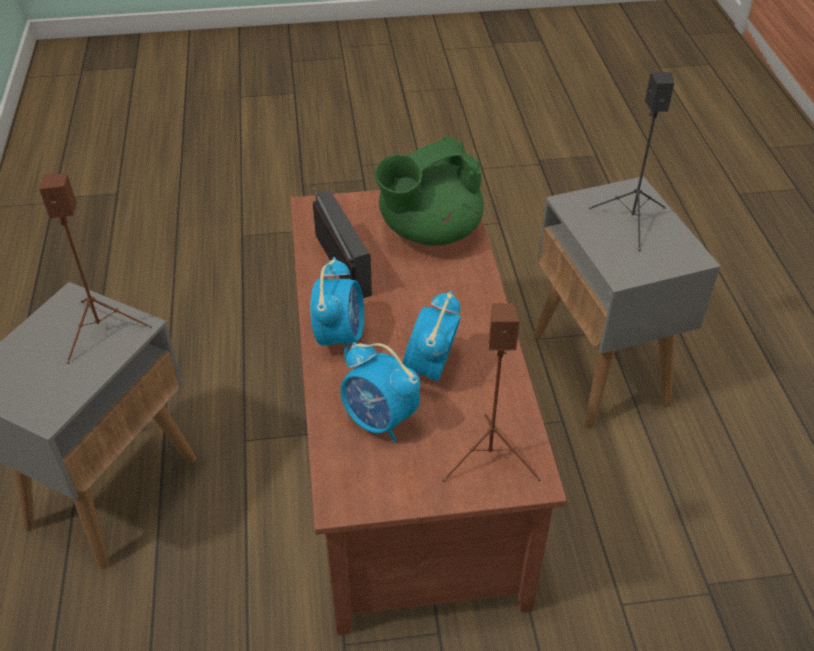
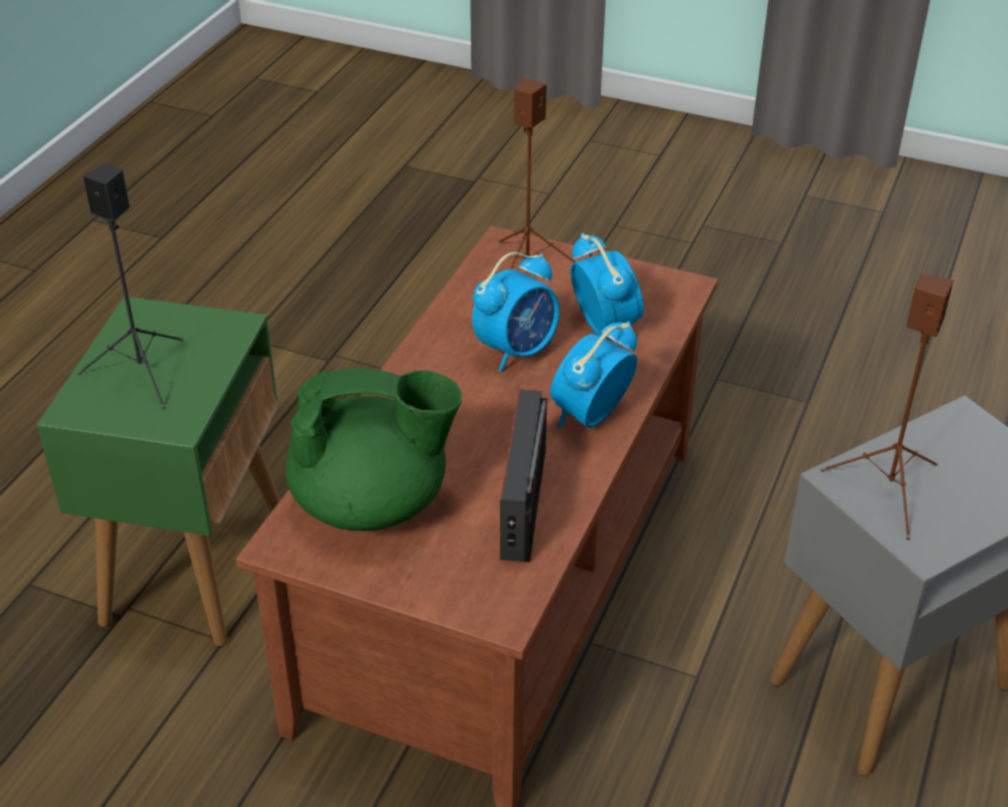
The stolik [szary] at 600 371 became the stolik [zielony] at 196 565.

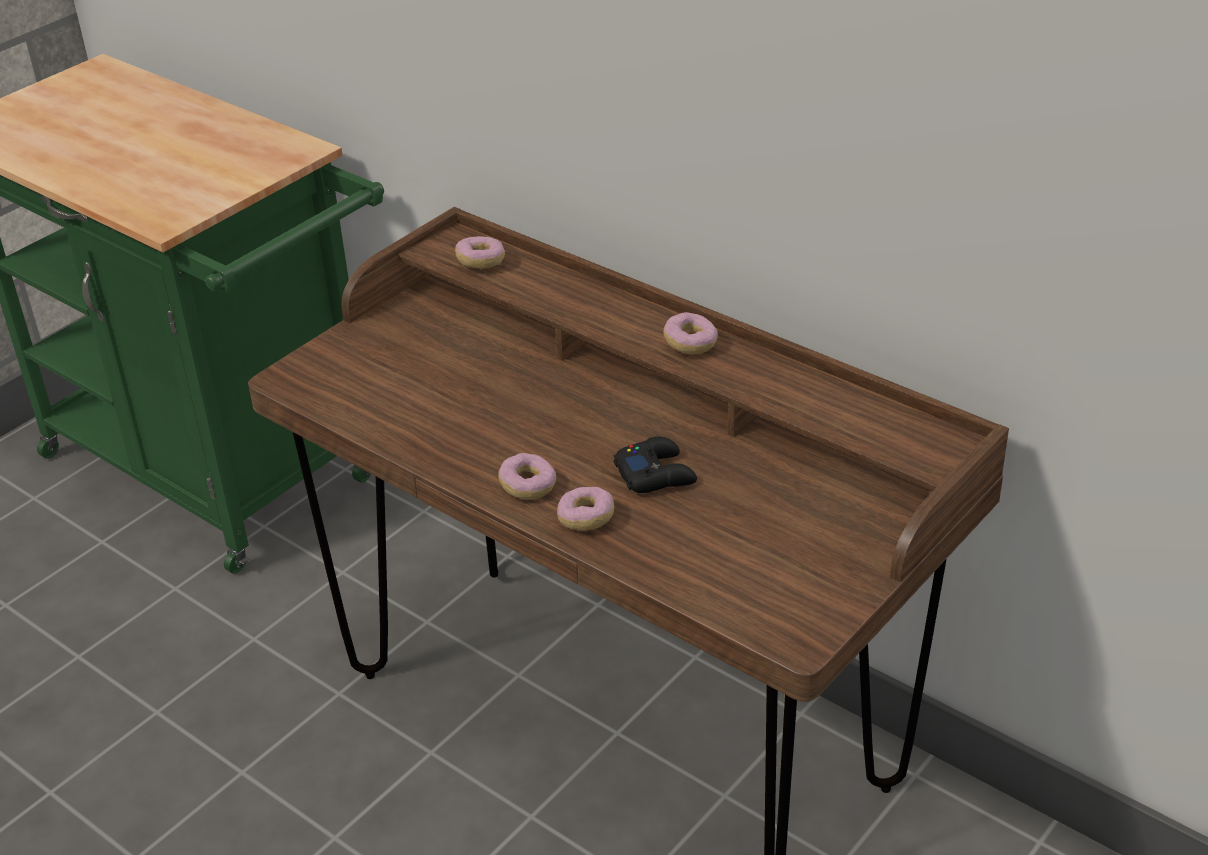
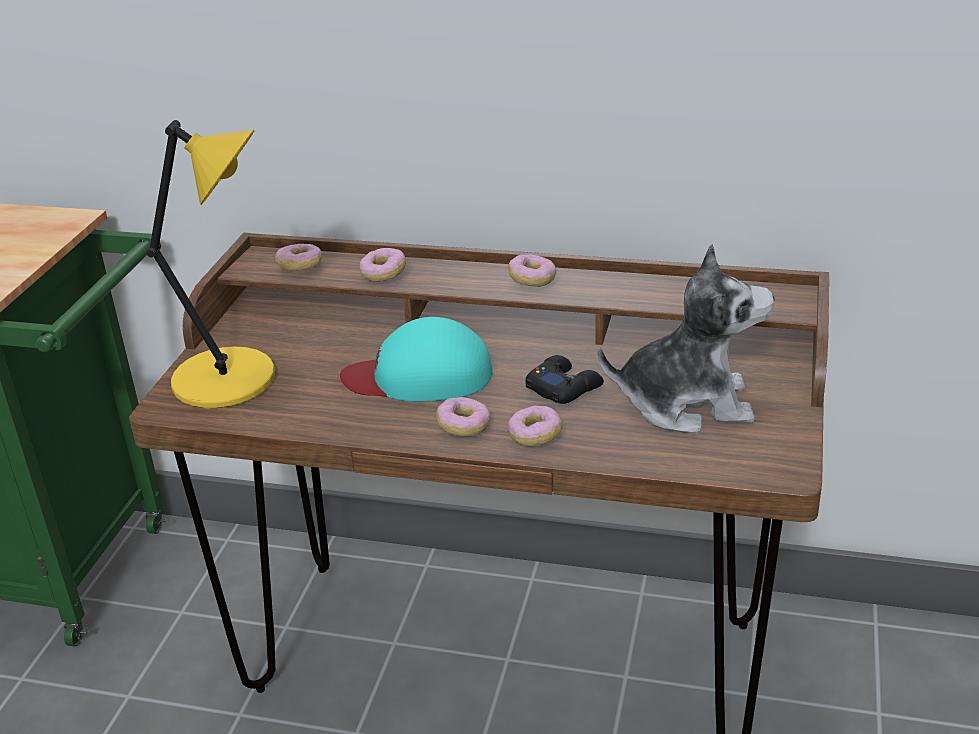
The lampa stołowa [żółty] at 231 380 appeared.
The pluszak at 686 403 appeared.
The donut at 383 274 appeared.
The czapka z daszkiem [turkusowy] at 420 376 appeared.

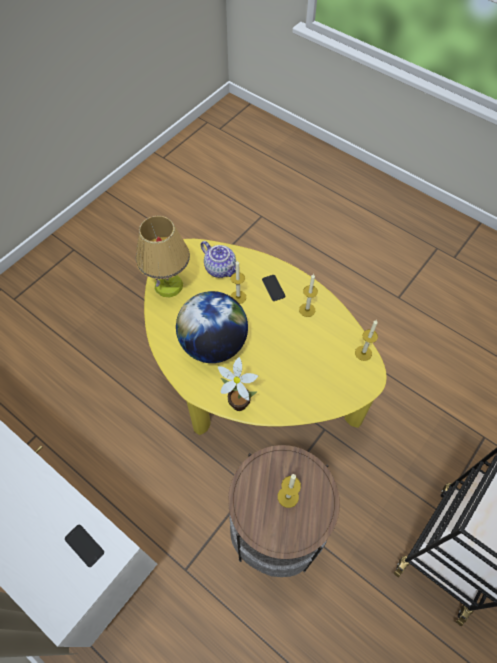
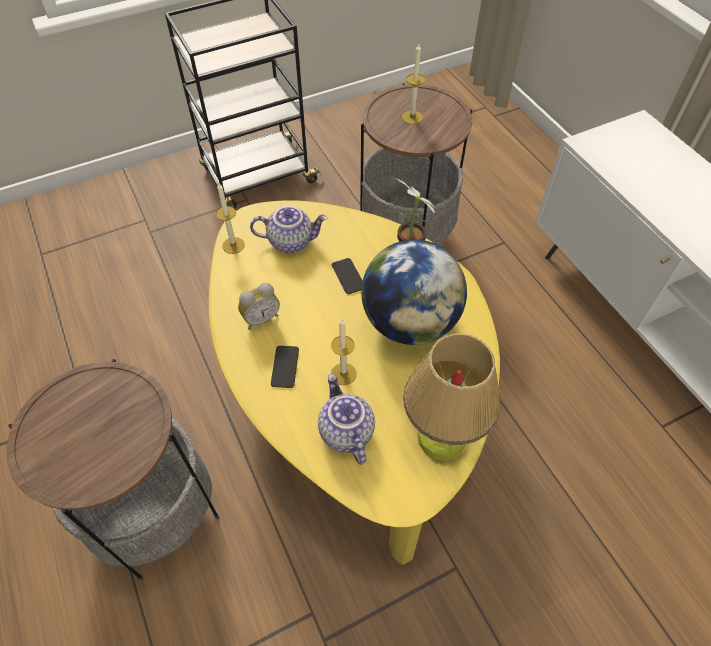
The świeca at 307 310 was replaced by the budzik at 260 318.
The telefon moved from 84 545 to 348 276.
The imbryk at 291 241 appeared.
The stolik at 156 513 appeared.

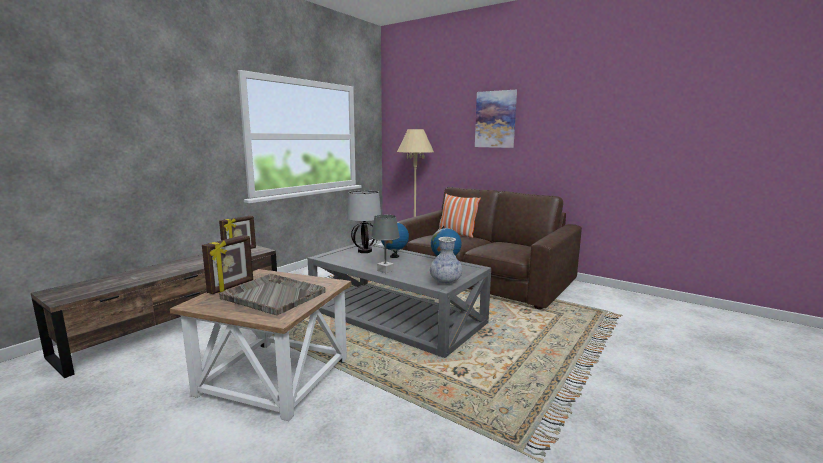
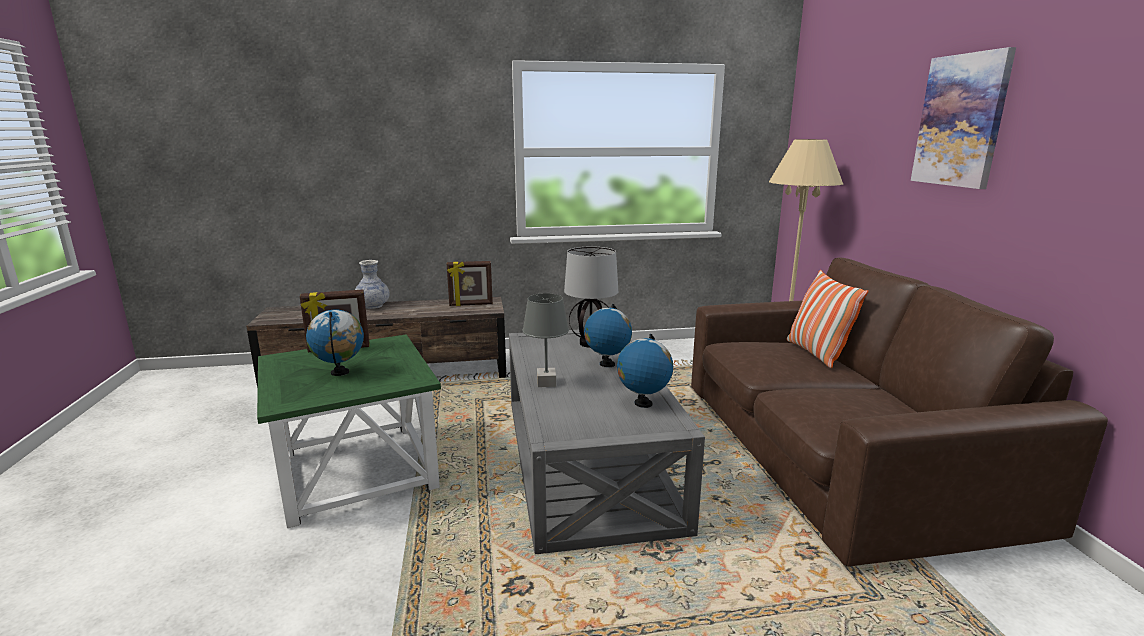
The wazon moved from 445 281 to 373 306.
The stolik [brązowy] at 274 375 became the stolik [zielony] at 359 470.
The taca [szary] at 273 295 was replaced by the globus at 340 372.

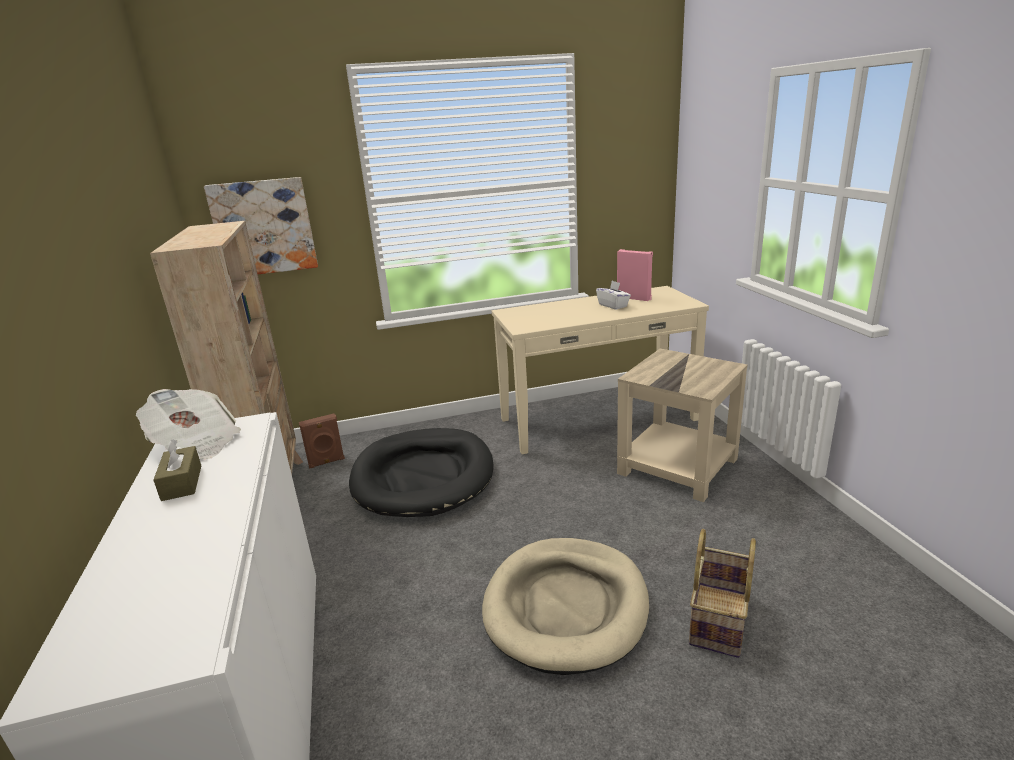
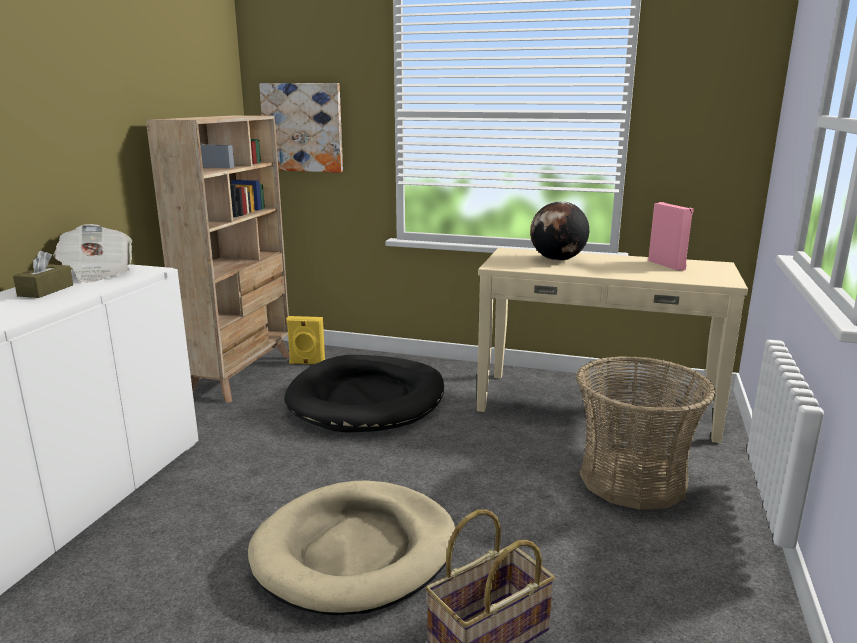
The pudełko chusteczek [biały] at 613 305 disappeared.
The stolik [beżowy] at 678 467 was replaced by the koszyk at 633 479.
The głośnik [brązowy] at 326 462 became the głośnik [żółty] at 307 363.
The globus at 557 260 appeared.

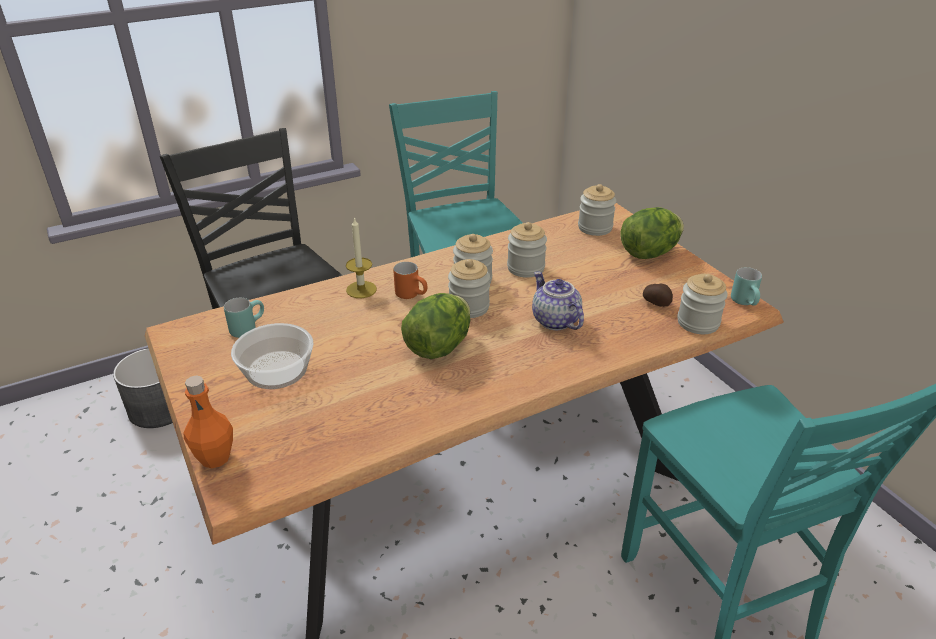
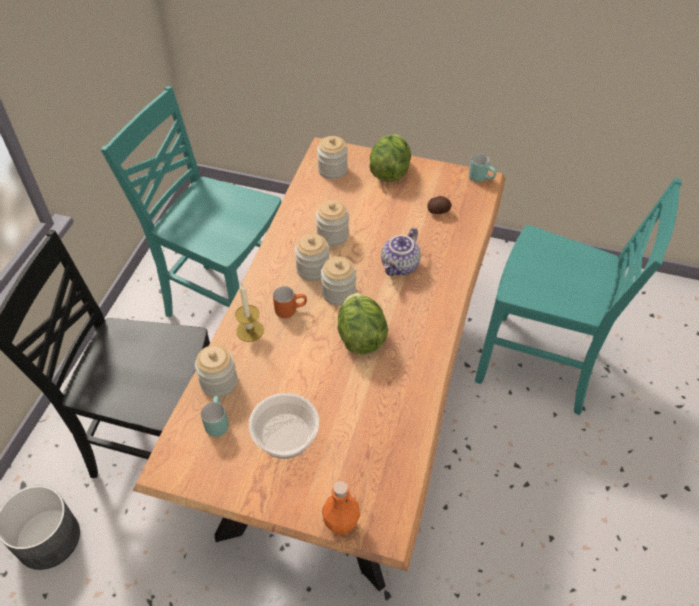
The imbryk at 554 321 turned 75 degrees counterclockwise.
The słoik moved from 698 322 to 219 382.

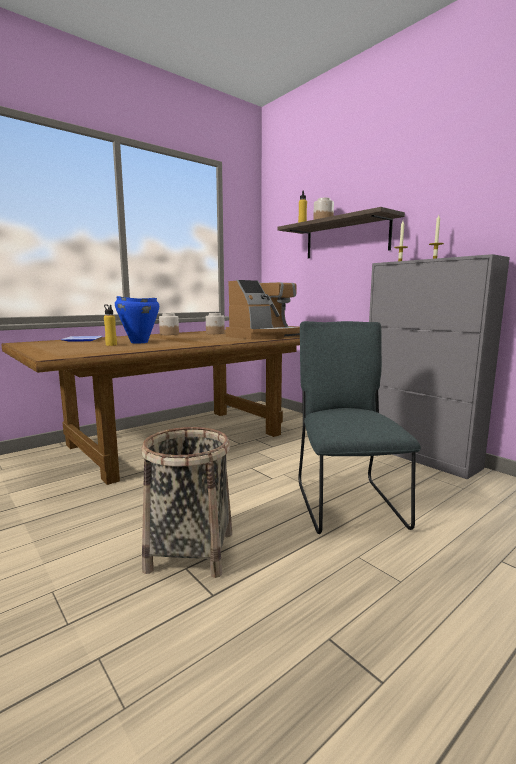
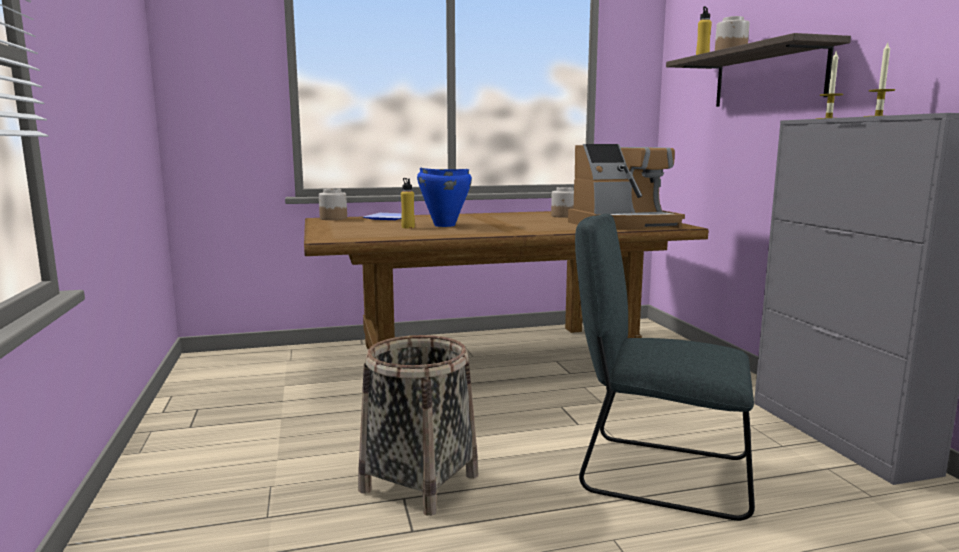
The słoik moved from 169 334 to 333 218.
The krzesło [szary] at 346 502 turned 90 degrees counterclockwise.

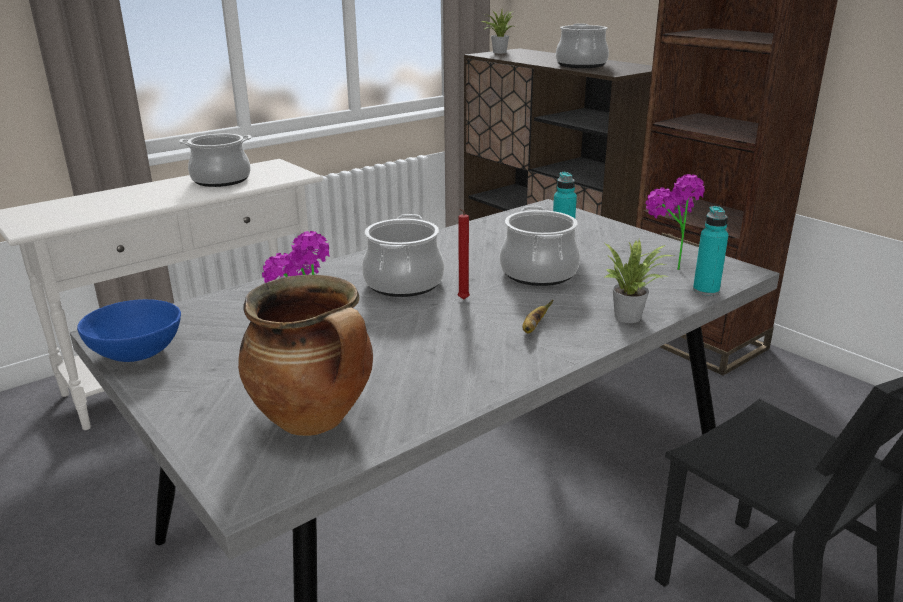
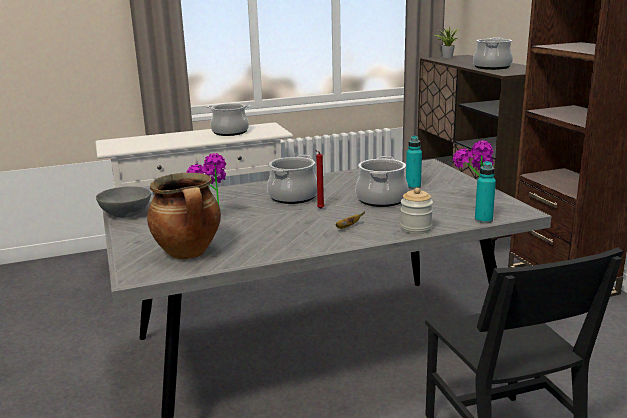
The roślina doniczkowa at 631 317 was replaced by the słoik at 415 228.
The miska [niebieski] at 137 353 became the miska [szary] at 126 214.

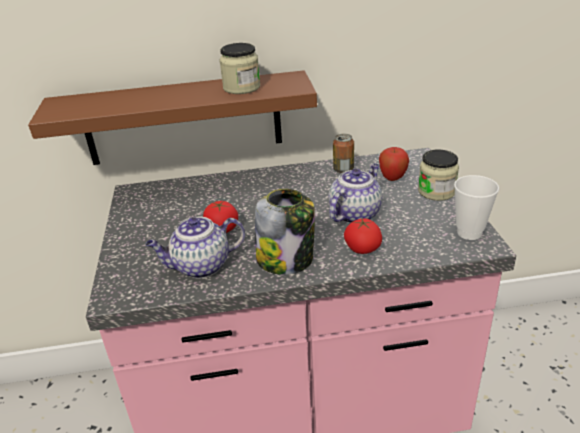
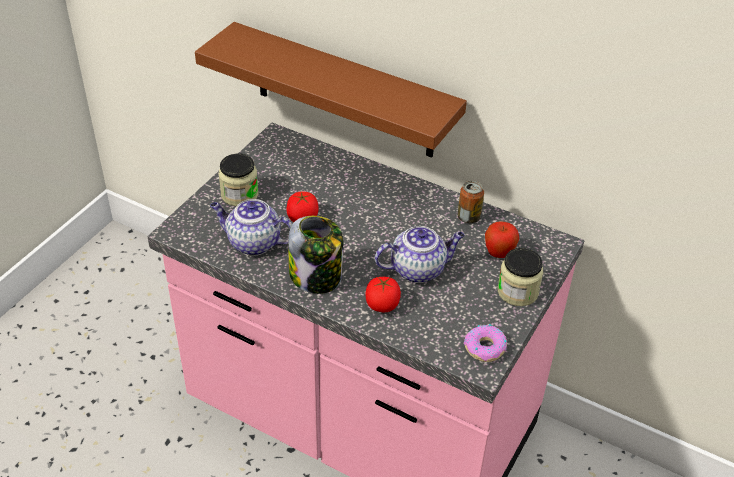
The słoik moved from 241 87 to 239 195.
The filiżanka at 469 233 was replaced by the donut at 485 348.

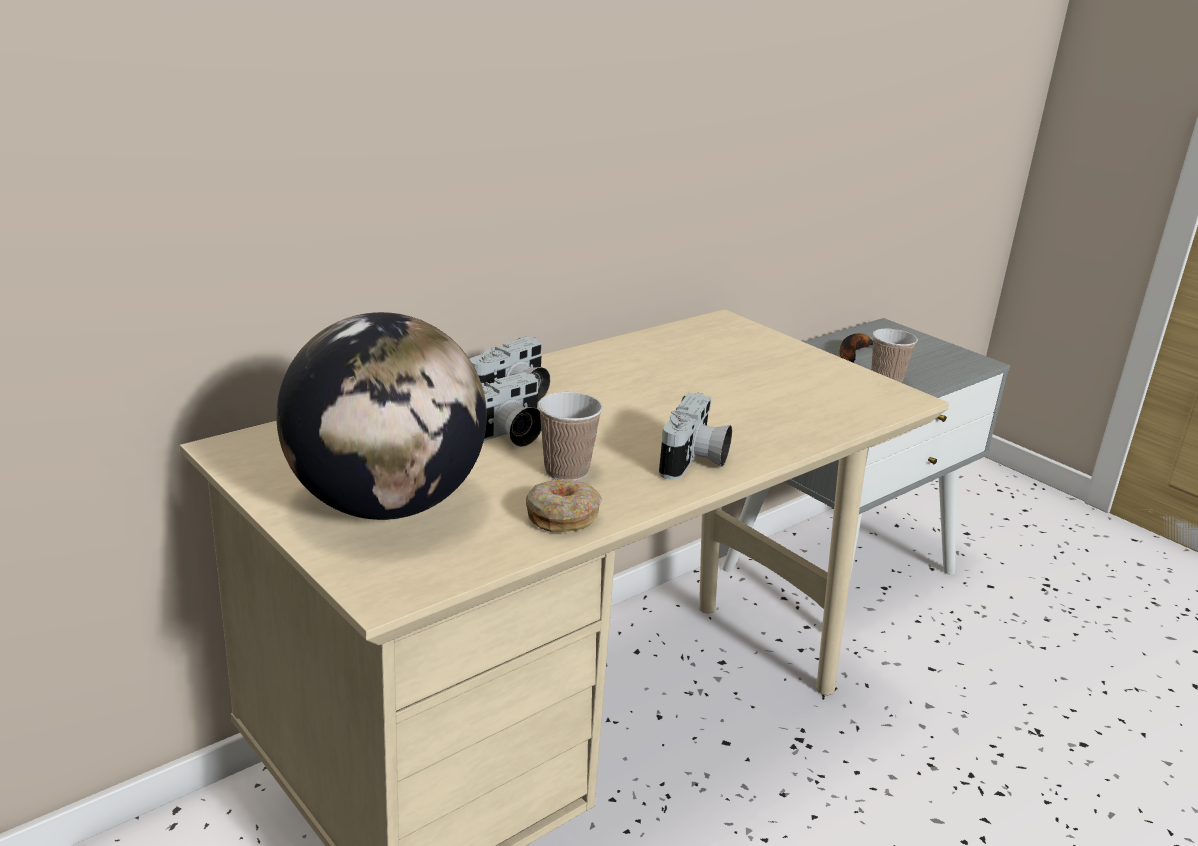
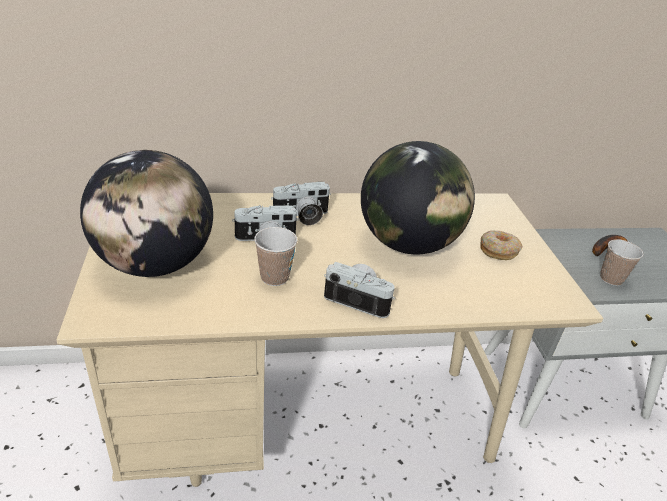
The aparat fotograficzny at 694 462 turned 120 degrees counterclockwise.
The donut moved from 562 516 to 498 250.
The globus at 407 244 appeared.

